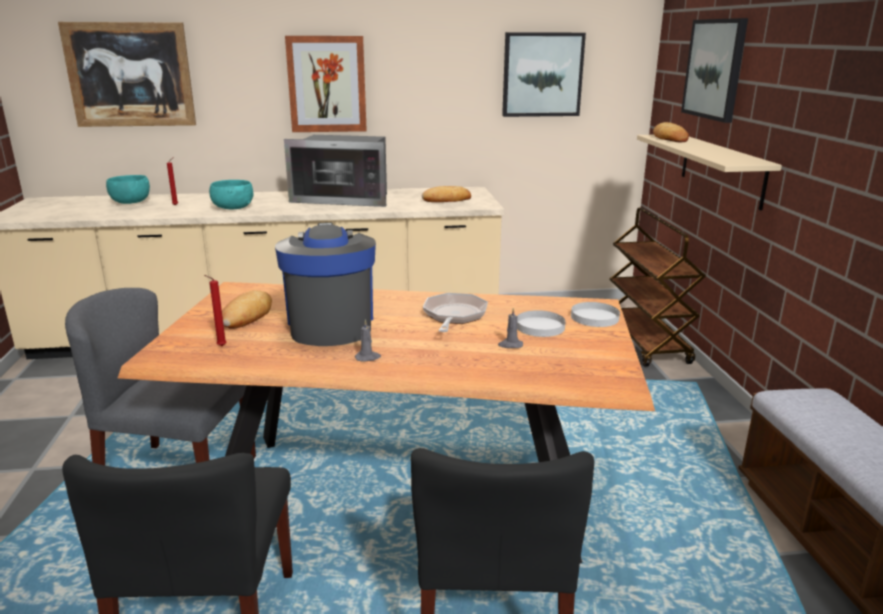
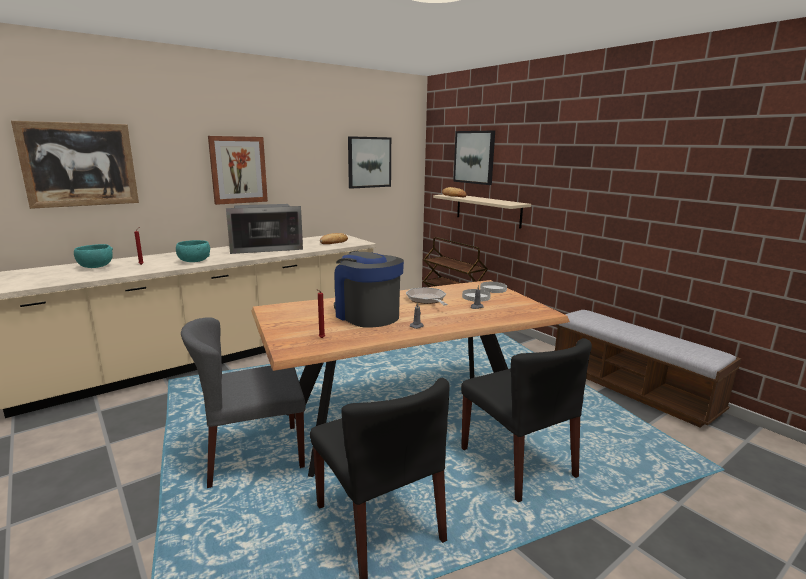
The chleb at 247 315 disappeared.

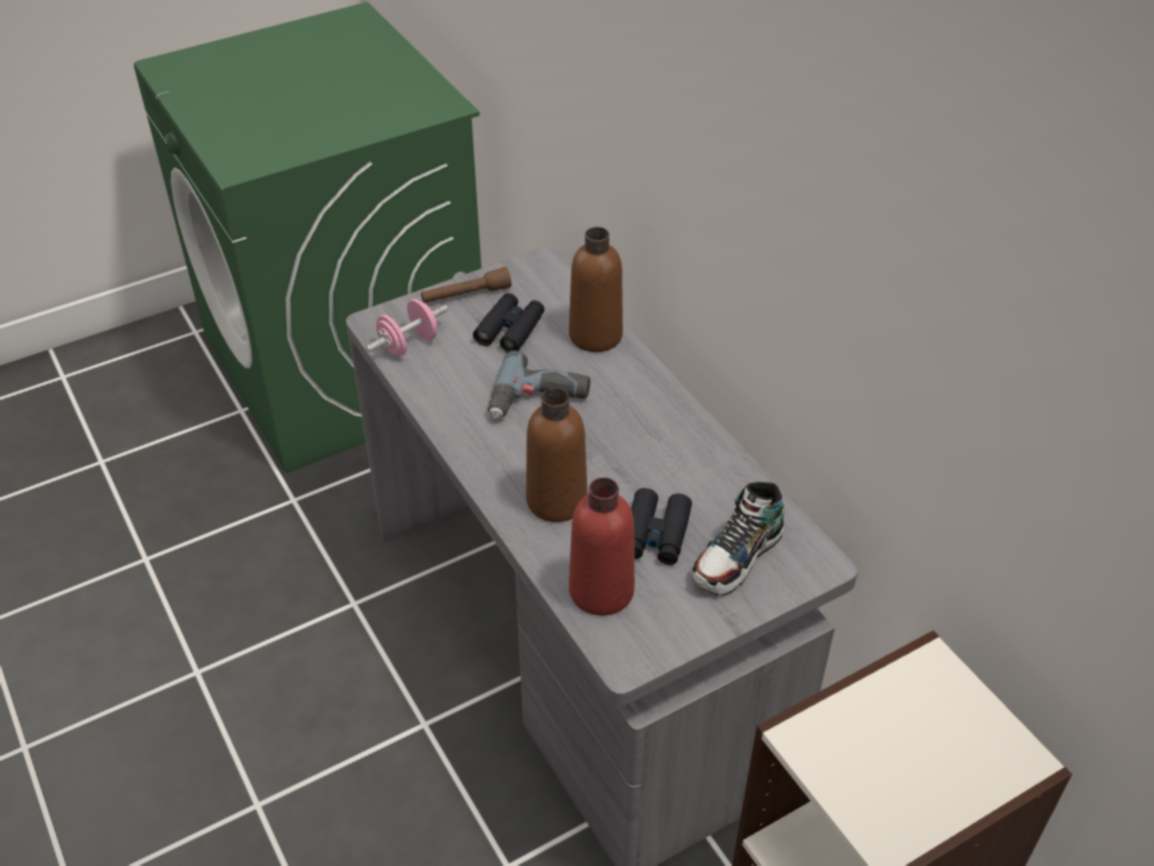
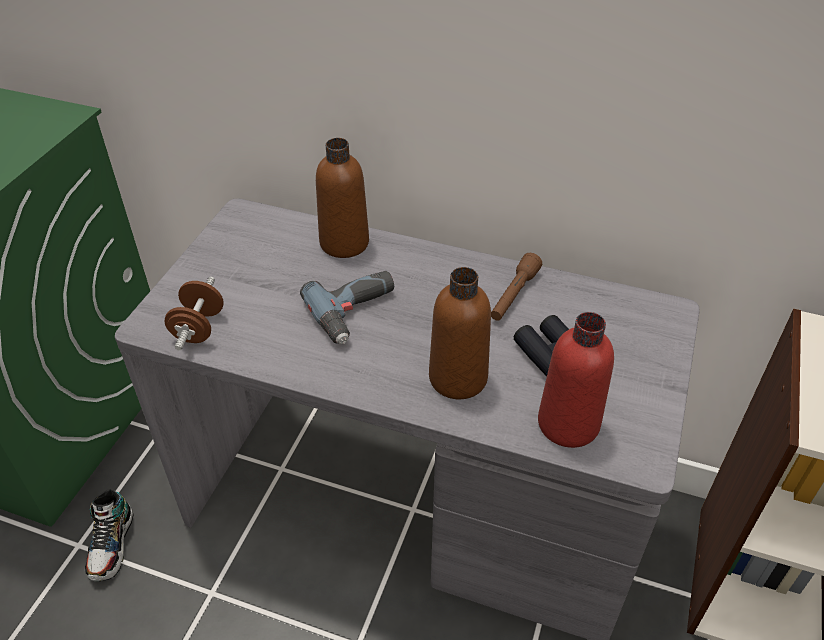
The latarka [brązowy] moved from 466 295 to 513 295.
The lornetka [czarny] at 510 330 disappeared.
The hantel [różowy] at 408 344 became the hantel [brązowy] at 198 328.
The but moved from 737 558 to 112 545.

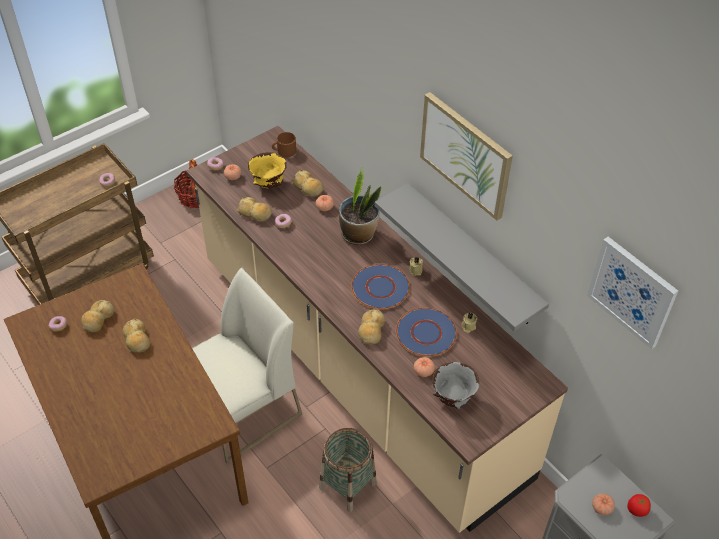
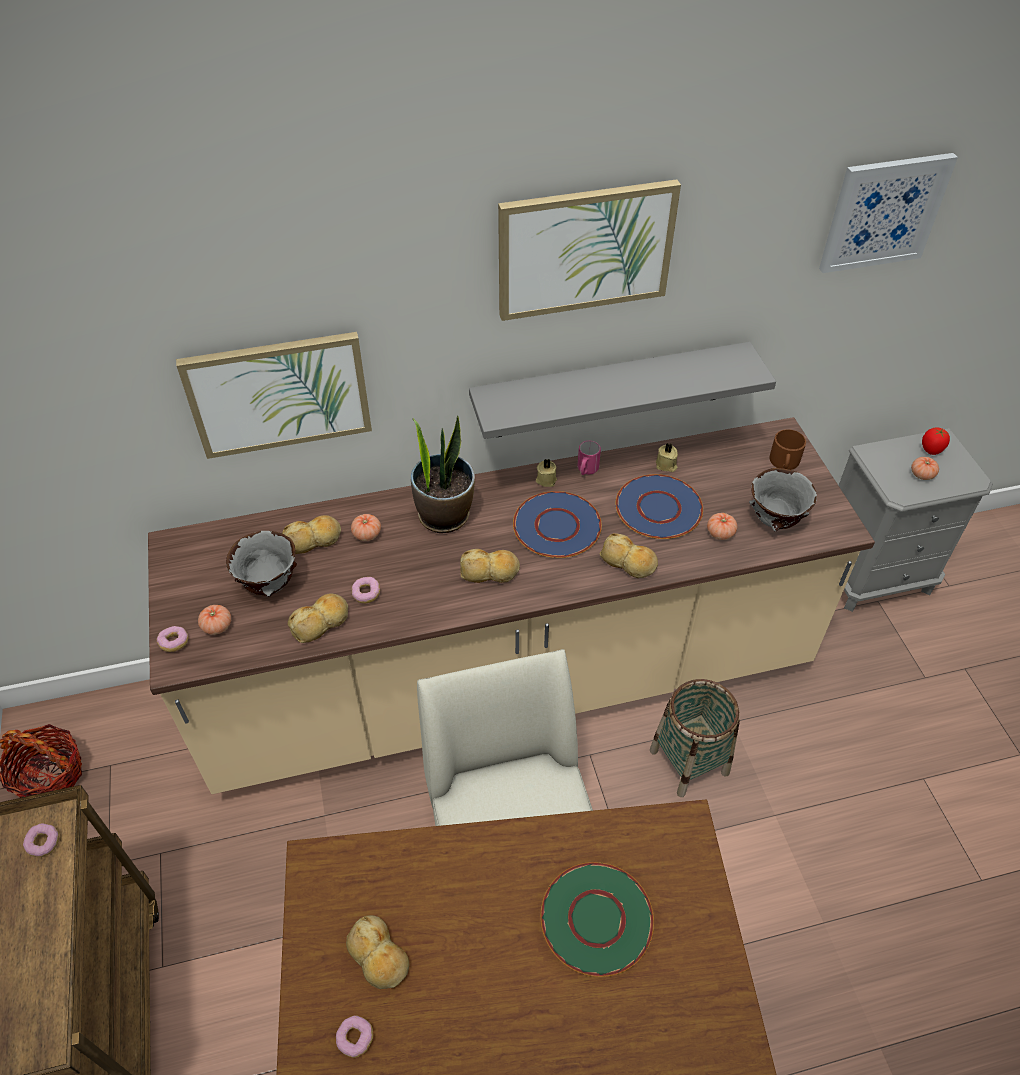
The kubek [brązowy] moved from 284 151 to 784 462.
The miska [żółty] at 268 184 became the miska [szary] at 269 585.
The chleb moved from 137 340 to 490 572.
The obraz at 279 393 appeared.
The kubek [różowy] at 586 470 appeared.
The talerz [zielony] at 596 920 appeared.

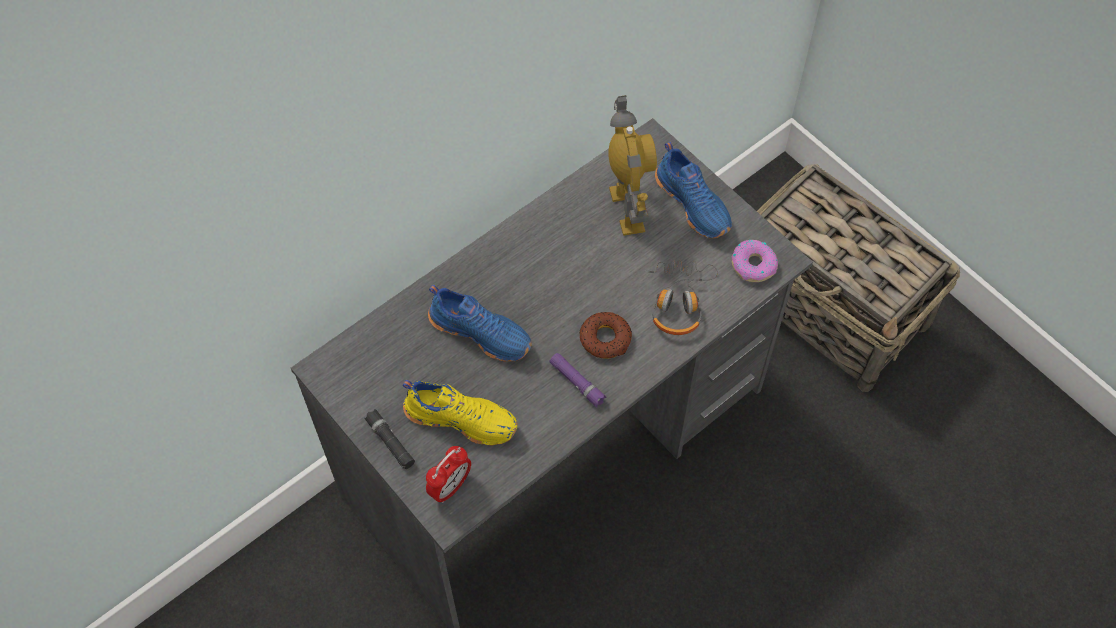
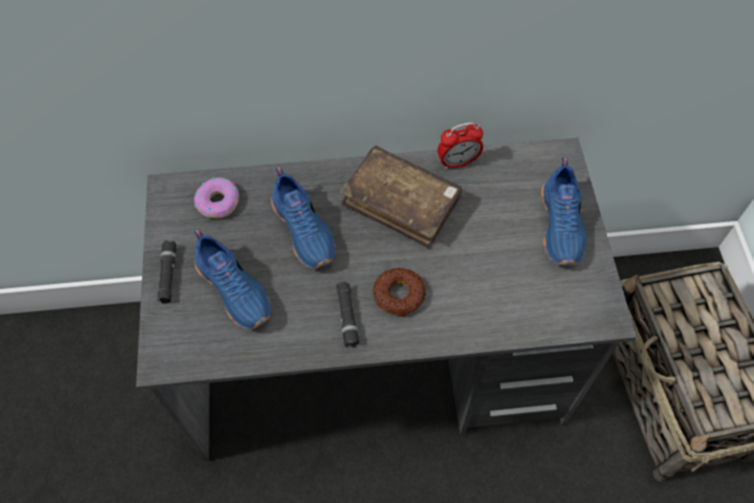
The robot zabawkowy at 627 209 disappeared.
The donut moved from 753 265 to 218 202.
The słuchawki at 678 302 disappeared.
The latarka [fioletowy] at 577 383 became the latarka [czarny] at 347 317.
The but [żółty] at 462 418 became the but [niebieski] at 235 289.
The budzik moved from 450 487 to 458 162.
The książka [brązowy] at 401 203 appeared.

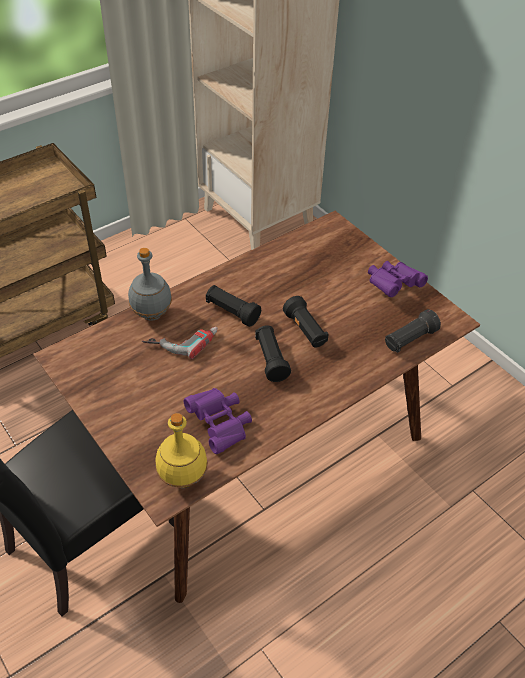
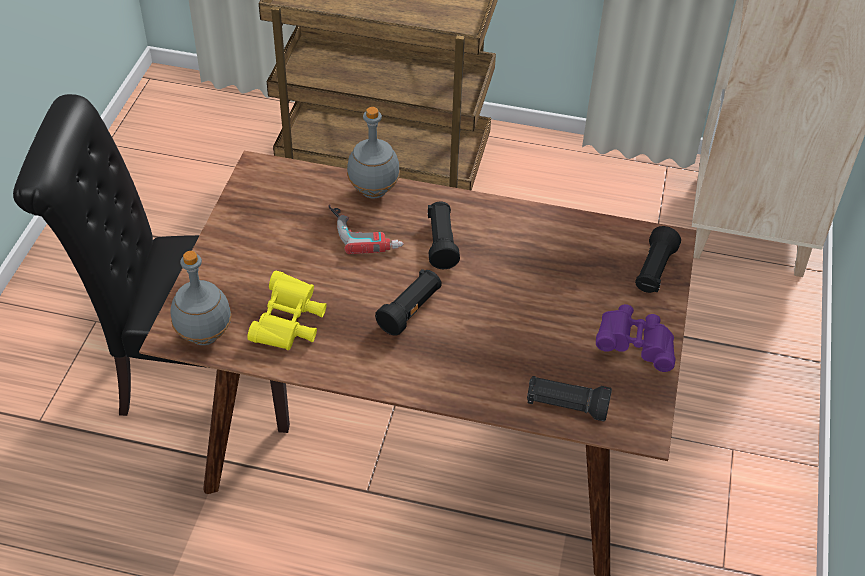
The latarka [czarny] moved from 305 330 to 653 271.
The lornetka [fioletowy] at 220 425 became the lornetka [żółty] at 289 324.
The butelka [żółty] at 183 477 became the butelka [szary] at 205 336.

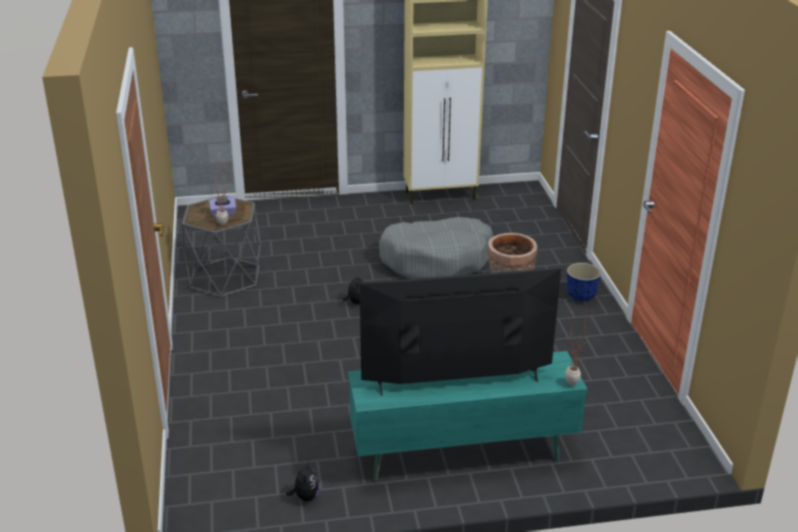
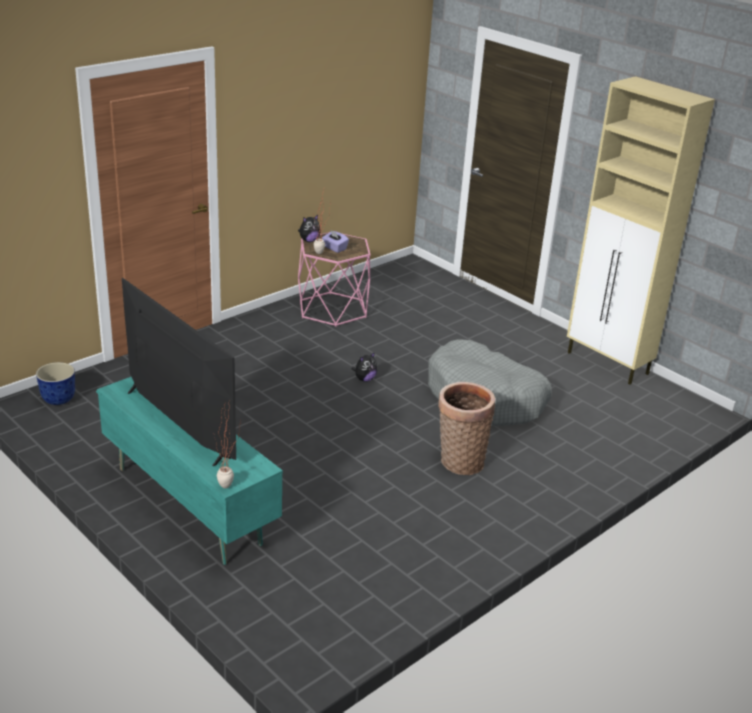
The stolik [szary] at 225 277 became the stolik [różowy] at 333 309.
The donica moved from 581 297 to 58 399.
The pluszak moved from 306 497 to 309 240.

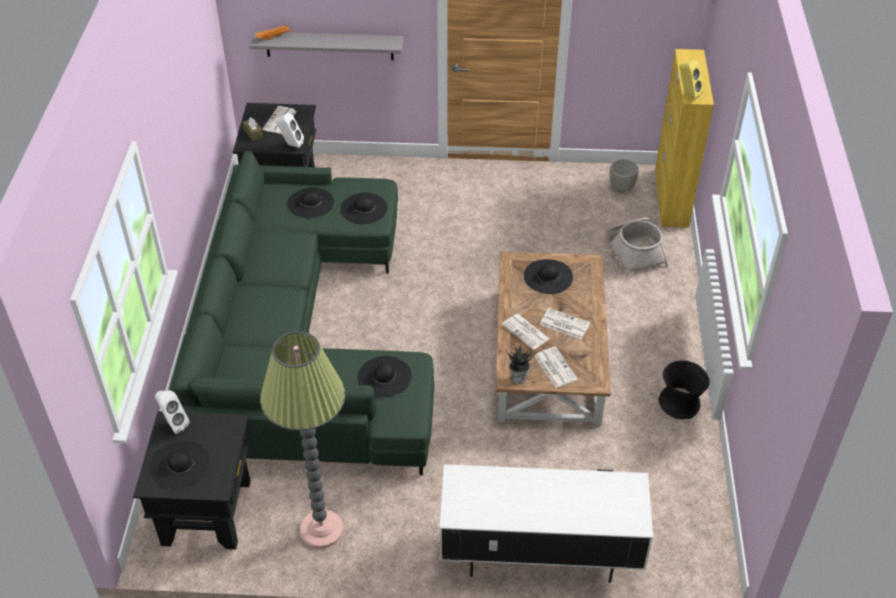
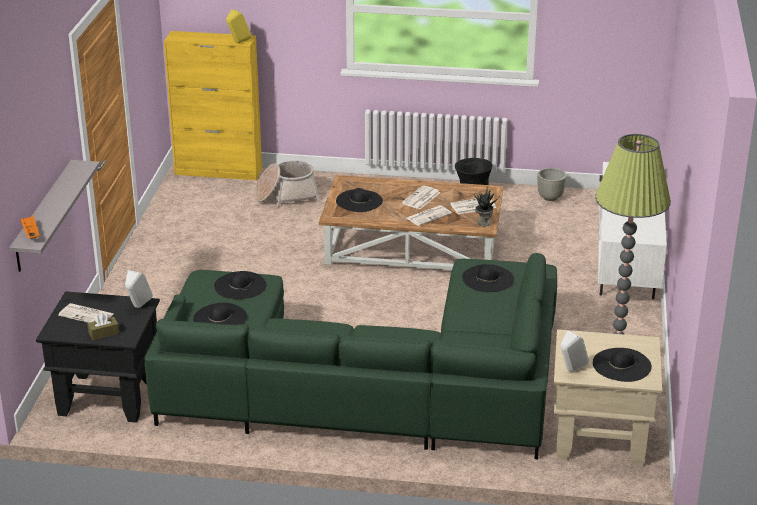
The donica [szary] moved from 621 188 to 550 197.
The stolik [czarny] at 207 511 became the stolik [beżowy] at 599 438.

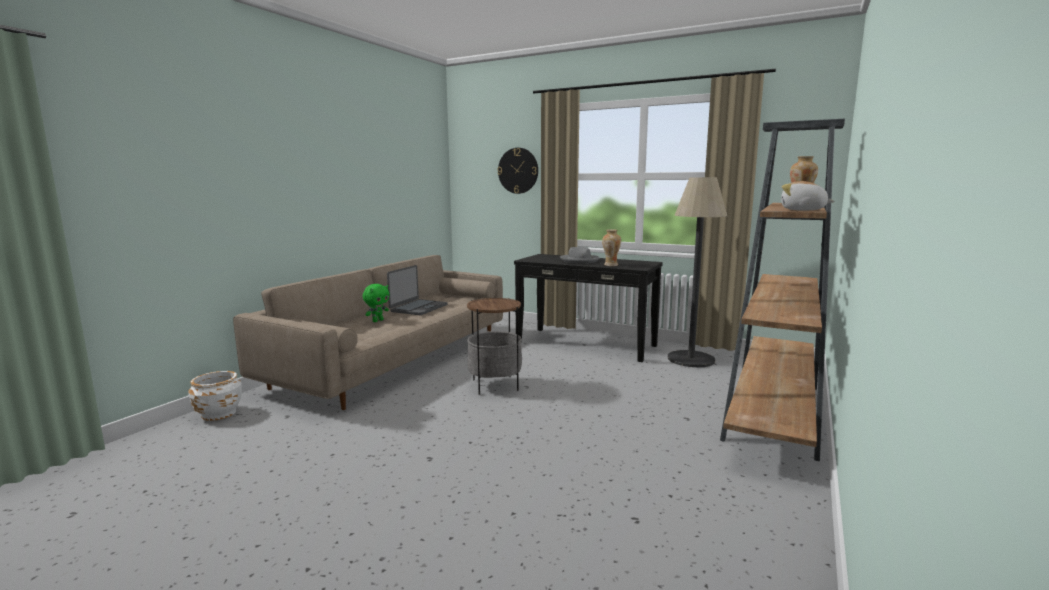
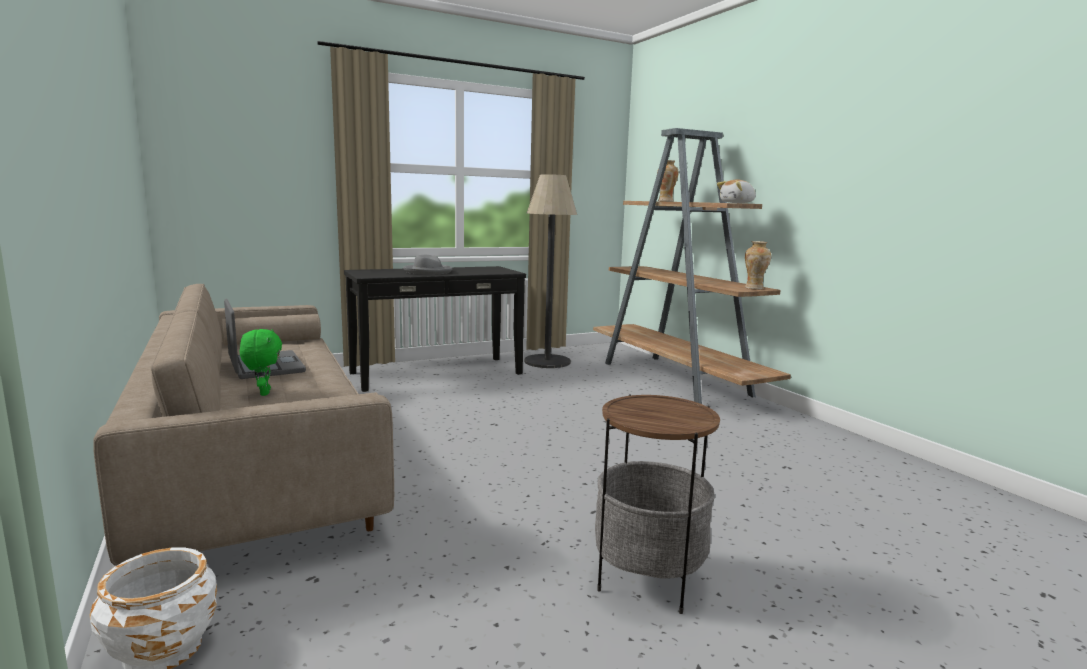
The zegar ścienny at 518 170 disappeared.
The wazon moved from 610 265 to 754 288.
The stolik moved from 495 385 to 648 578.

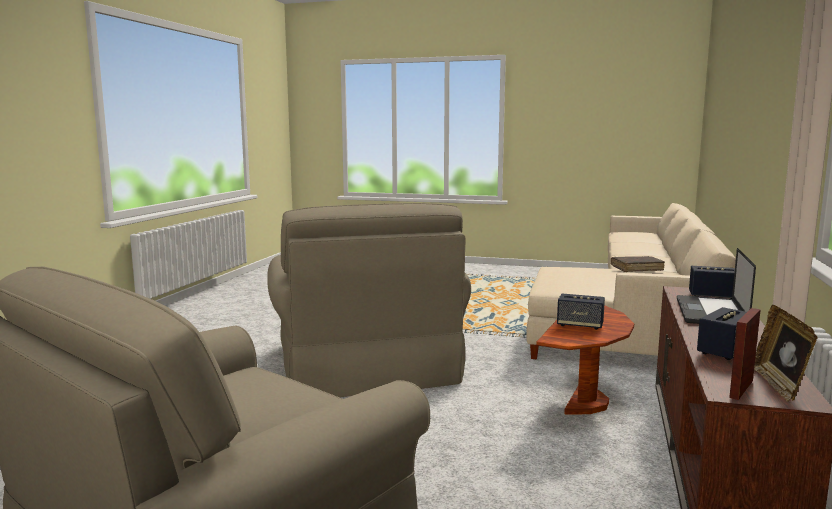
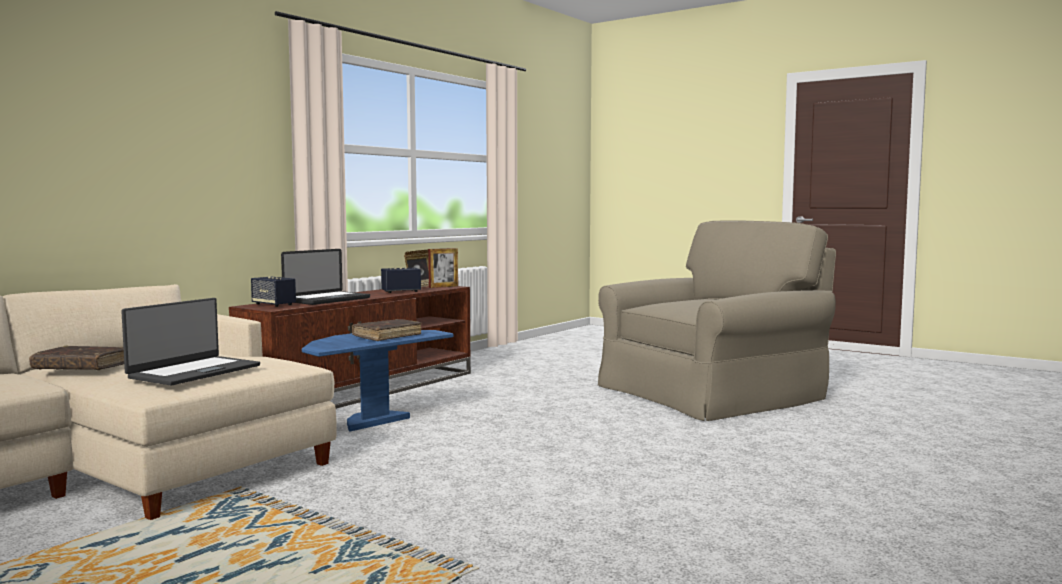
The fotel [beżowy] at 366 364 disappeared.
The głośnik at 580 325 was replaced by the książka [brązowy] at 387 336.
The stolik [brązowy] at 584 402 became the stolik [niebieski] at 373 422.
The laptop at 194 371 appeared.

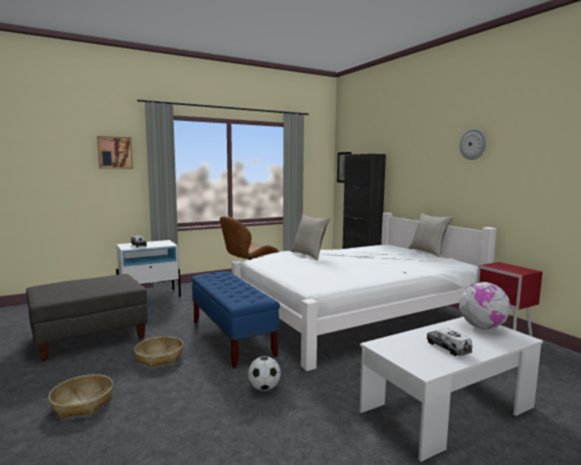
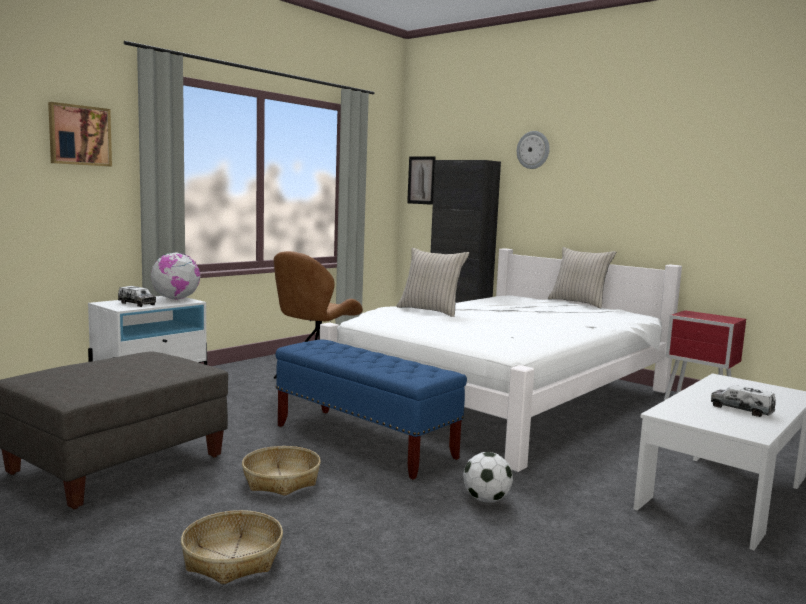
The zegar ścienny moved from 473 144 to 533 150.
The globus moved from 482 327 to 176 299.

